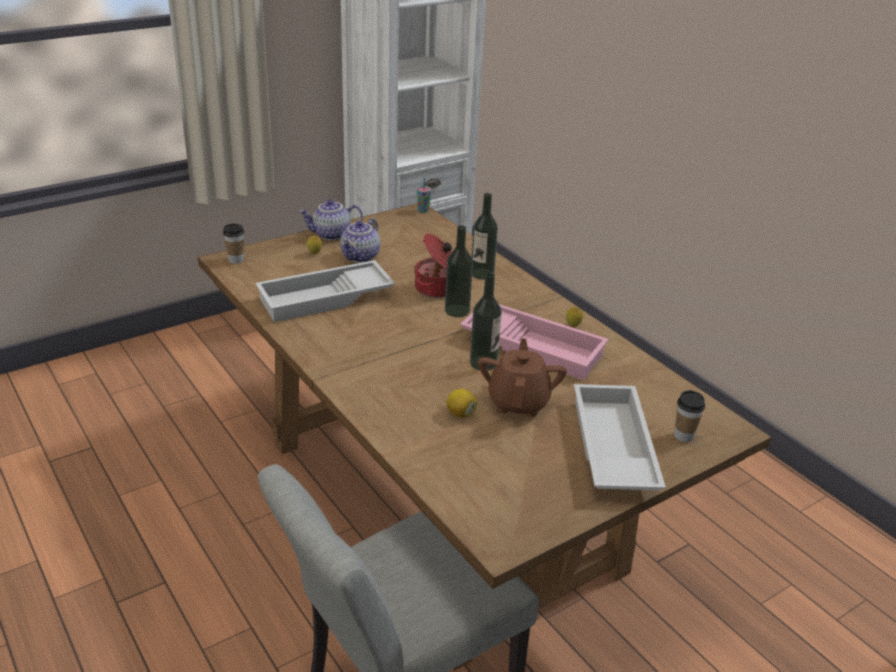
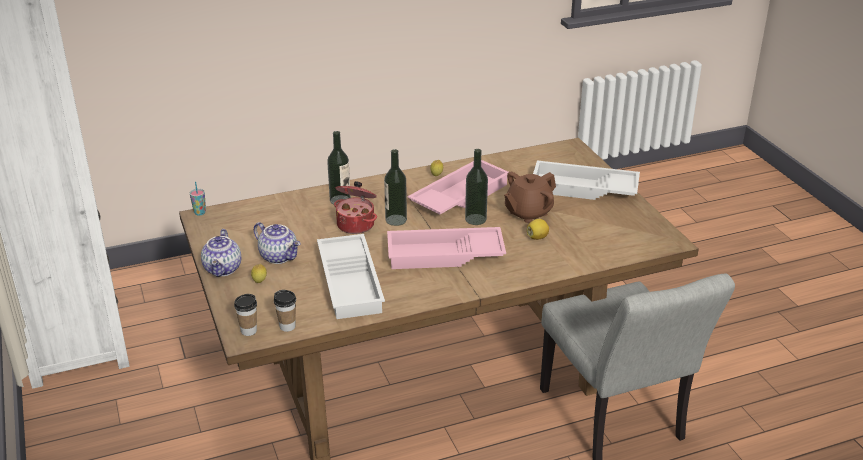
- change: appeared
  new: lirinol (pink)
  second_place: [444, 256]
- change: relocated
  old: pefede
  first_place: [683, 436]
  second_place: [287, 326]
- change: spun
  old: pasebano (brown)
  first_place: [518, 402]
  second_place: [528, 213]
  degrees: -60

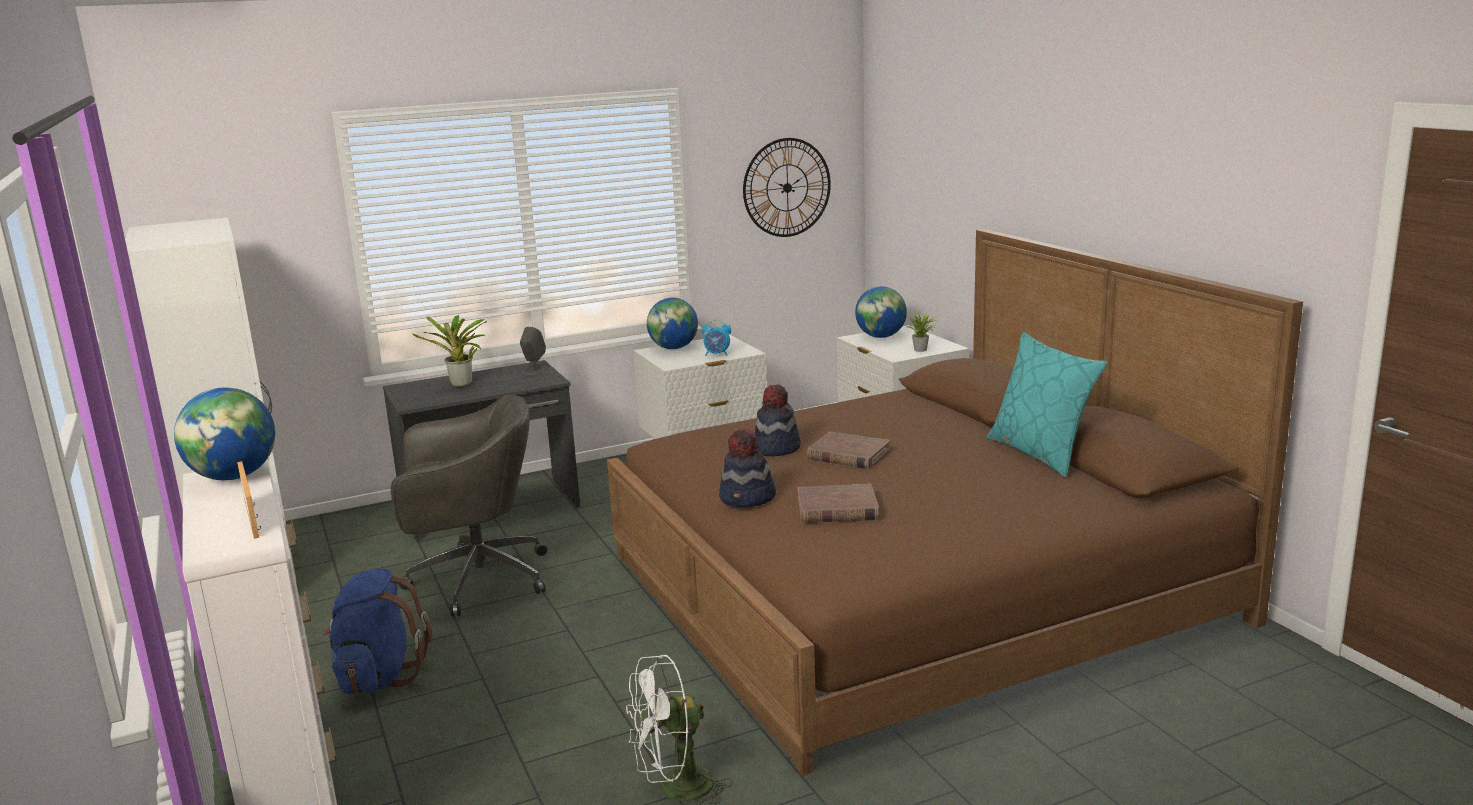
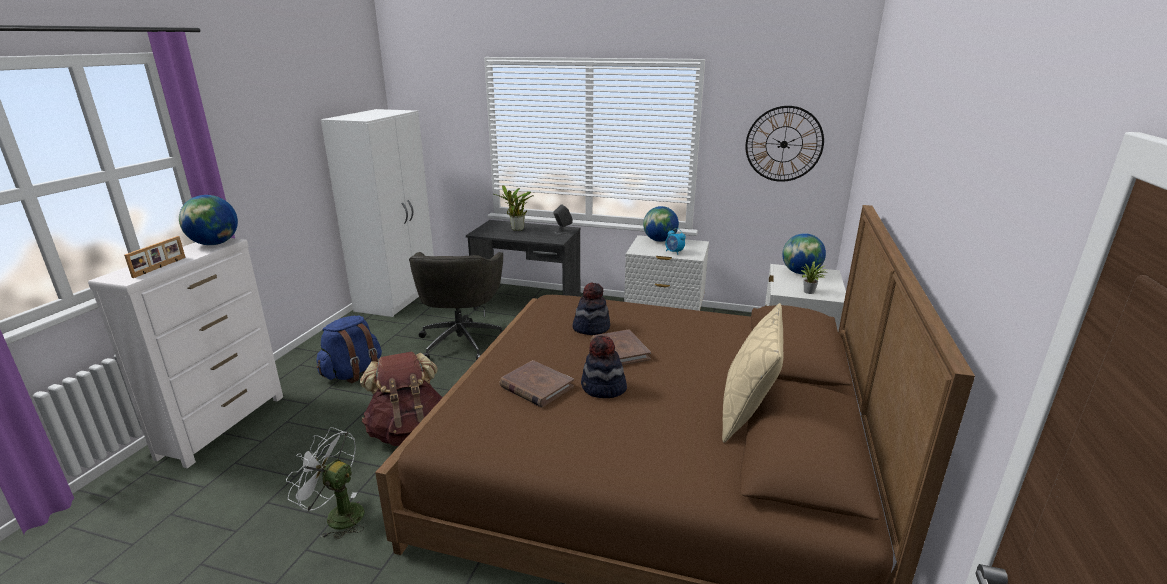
- change: appeared
  new: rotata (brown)
  second_place: [408, 431]
- change: relocated
  old: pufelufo
  first_place: [748, 498]
  second_place: [603, 388]
- change: colour
  old: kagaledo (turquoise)
  new: kagaledo (beige)
  first_place: [1041, 453]
  second_place: [747, 412]
- change: spun
  old: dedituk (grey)
  first_place: [475, 580]
  second_place: [461, 341]
  degrees: 60

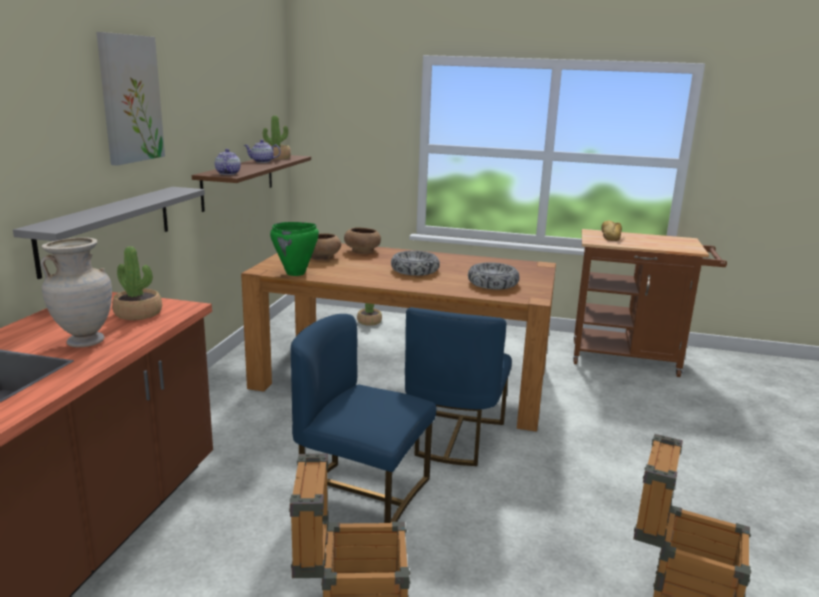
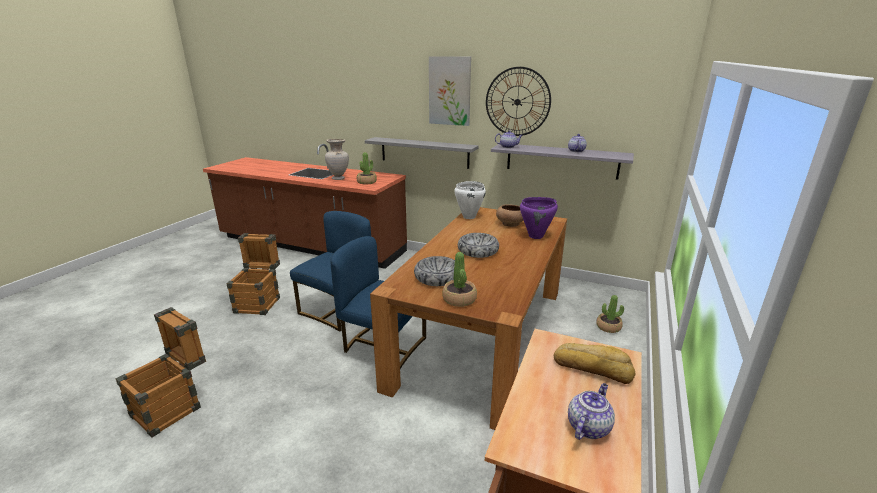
- change: appeared
  new: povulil
  second_place: [517, 102]
- change: appeared
  new: pasebano
  second_place: [588, 426]
- change: relocated
  old: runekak
  first_place: [277, 158]
  second_place: [459, 299]
- change: exchanged
  old: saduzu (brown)
  new: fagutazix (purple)
  first_place: [362, 251]
  second_place: [536, 236]
- change: colour
  old: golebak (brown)
  new: golebak (grey)
  first_place: [238, 180]
  second_place: [561, 161]
- change: colour
  old: fagutazix (green)
  new: fagutazix (white)
  first_place: [295, 273]
  second_place: [468, 217]

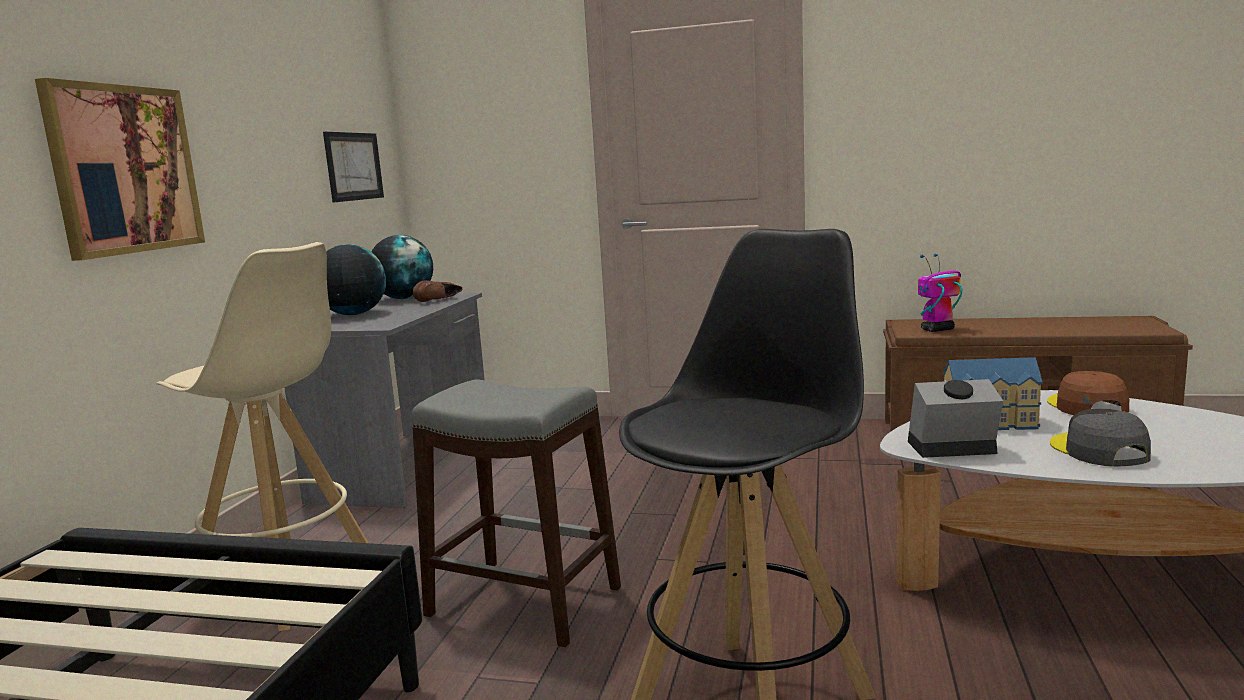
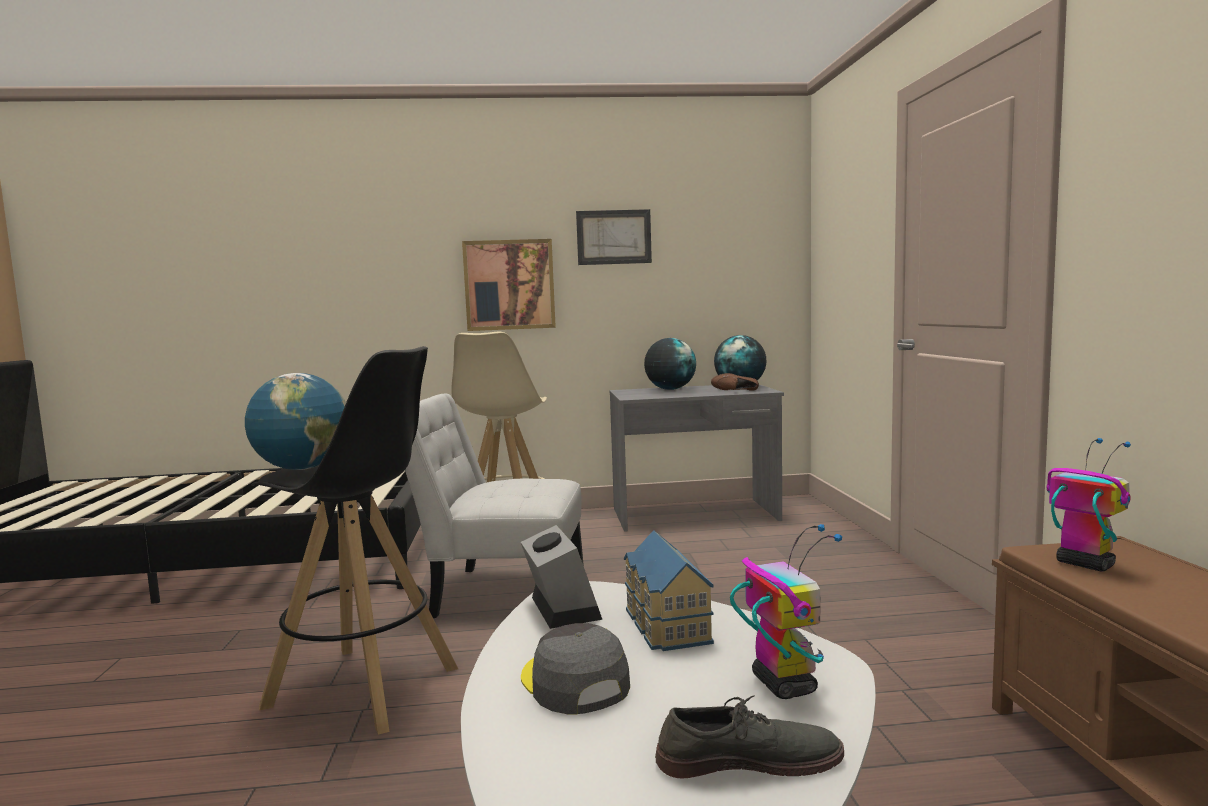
- change: appeared
  new: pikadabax
  second_place: [303, 468]
- change: appeared
  new: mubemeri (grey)
  second_place: [748, 759]
- change: relocated
  old: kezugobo
  first_place: [353, 166]
  second_place: [614, 237]
- change: exchanged
  old: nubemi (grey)
  new: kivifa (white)
  first_place: [524, 602]
  second_place: [501, 592]
- change: exchanged
  old: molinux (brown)
  new: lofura
  first_place: [1086, 406]
  second_place: [783, 684]
- change: spun
  old: molinux (grey)
  first_place: [1098, 451]
  second_place: [574, 682]
  degrees: -90

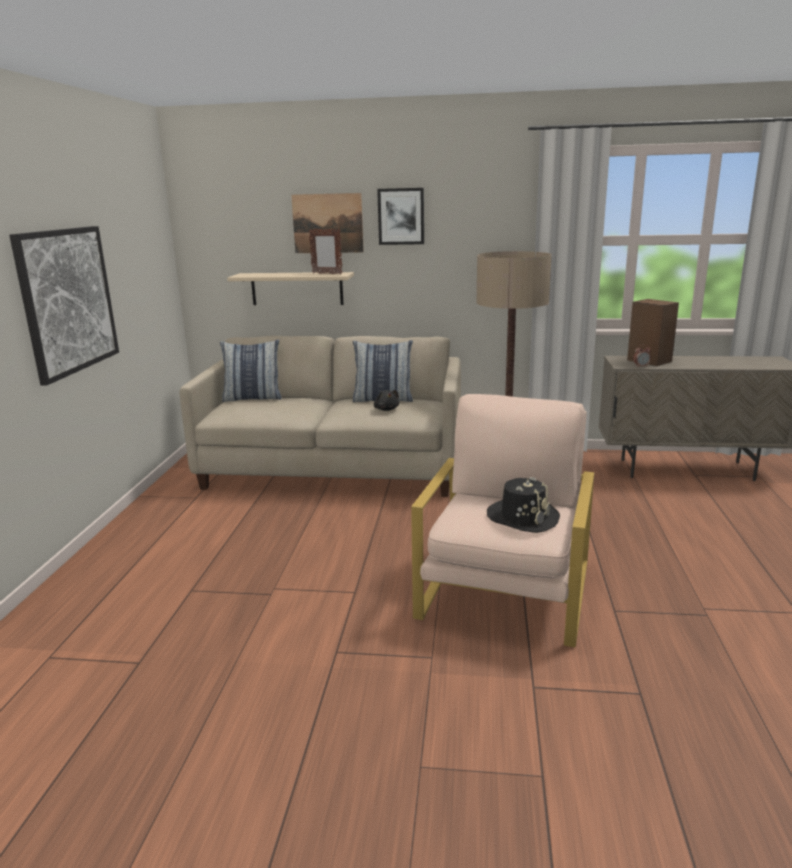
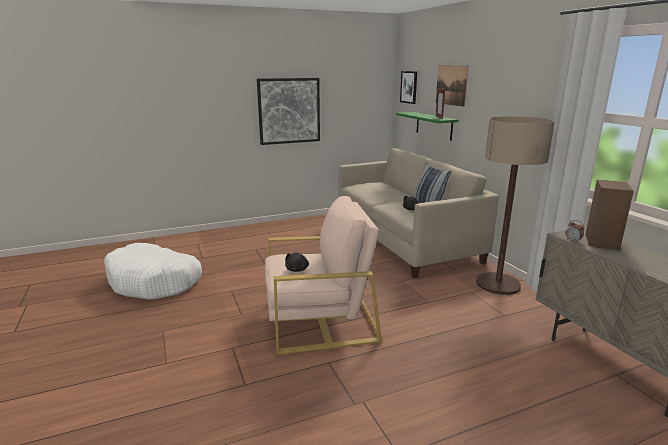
- change: missing
  old: kagaledo
  first_place: [253, 398]
- change: appeared
  new: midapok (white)
  second_place: [154, 282]
- change: relocated
  old: kezugobo
  first_place: [401, 216]
  second_place: [409, 87]
- change: exchanged
  old: pufelufo (black)
  new: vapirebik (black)
  first_place: [522, 517]
  second_place: [297, 269]
- change: colour
  old: golebak (beige)
  new: golebak (green)
  first_place: [297, 288]
  second_place: [434, 125]

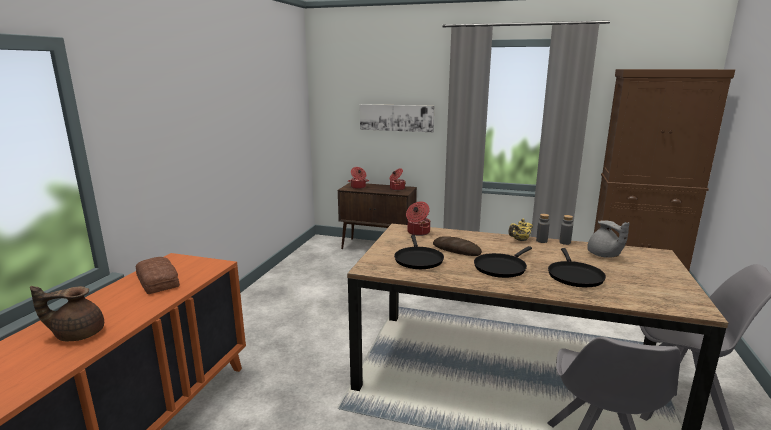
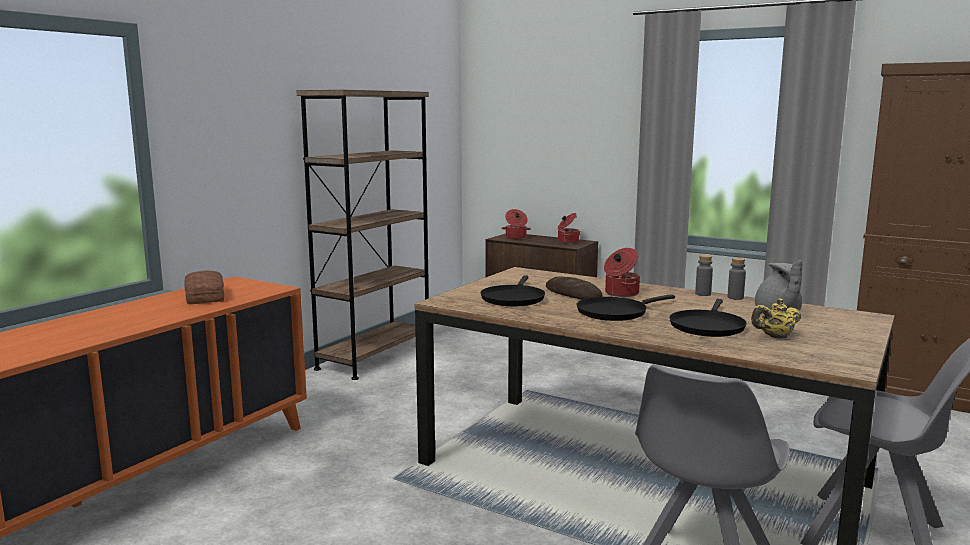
- change: missing
  old: pasebano (brown)
  first_place: [78, 334]
- change: missing
  old: kezugobo
  first_place: [396, 117]
- change: appeared
  new: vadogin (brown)
  second_place: [375, 356]
- change: relocated
  old: fagutazix
  first_place: [418, 232]
  second_place: [620, 293]
- change: relocated
  old: pasebano (yellow)
  first_place: [520, 240]
  second_place: [775, 337]

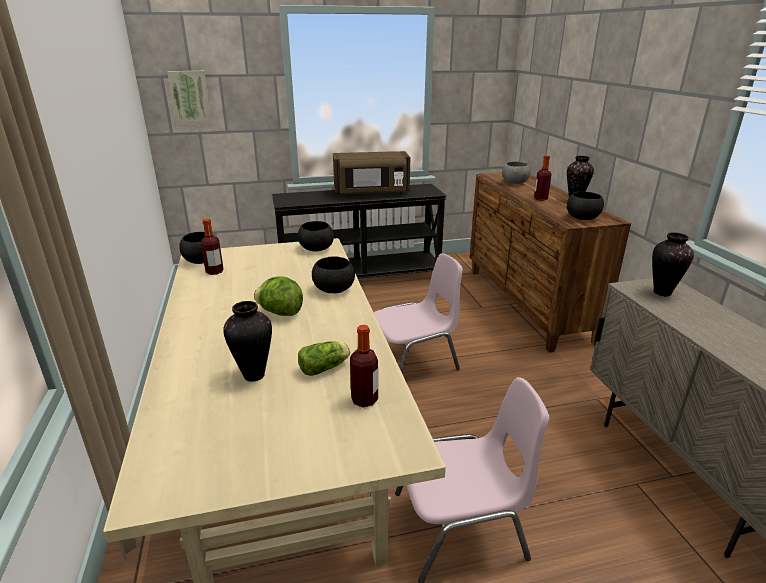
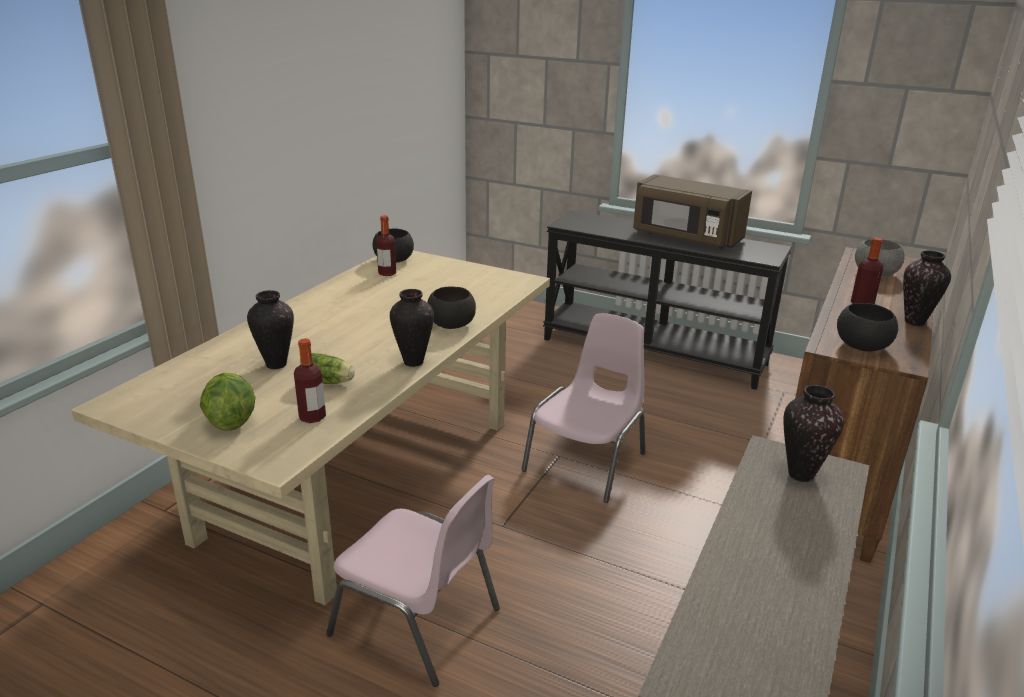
- change: missing
  old: kezugobo
  first_place: [190, 98]
- change: missing
  old: saduzu (black)
  first_place: [316, 248]
- change: appeared
  new: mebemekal
  second_place: [412, 362]
- change: relocated
  old: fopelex
  first_place: [280, 313]
  second_place: [230, 421]
- change: spun
  old: kivifa (pink)
  first_place: [414, 361]
  second_place: [587, 462]
  degrees: -75

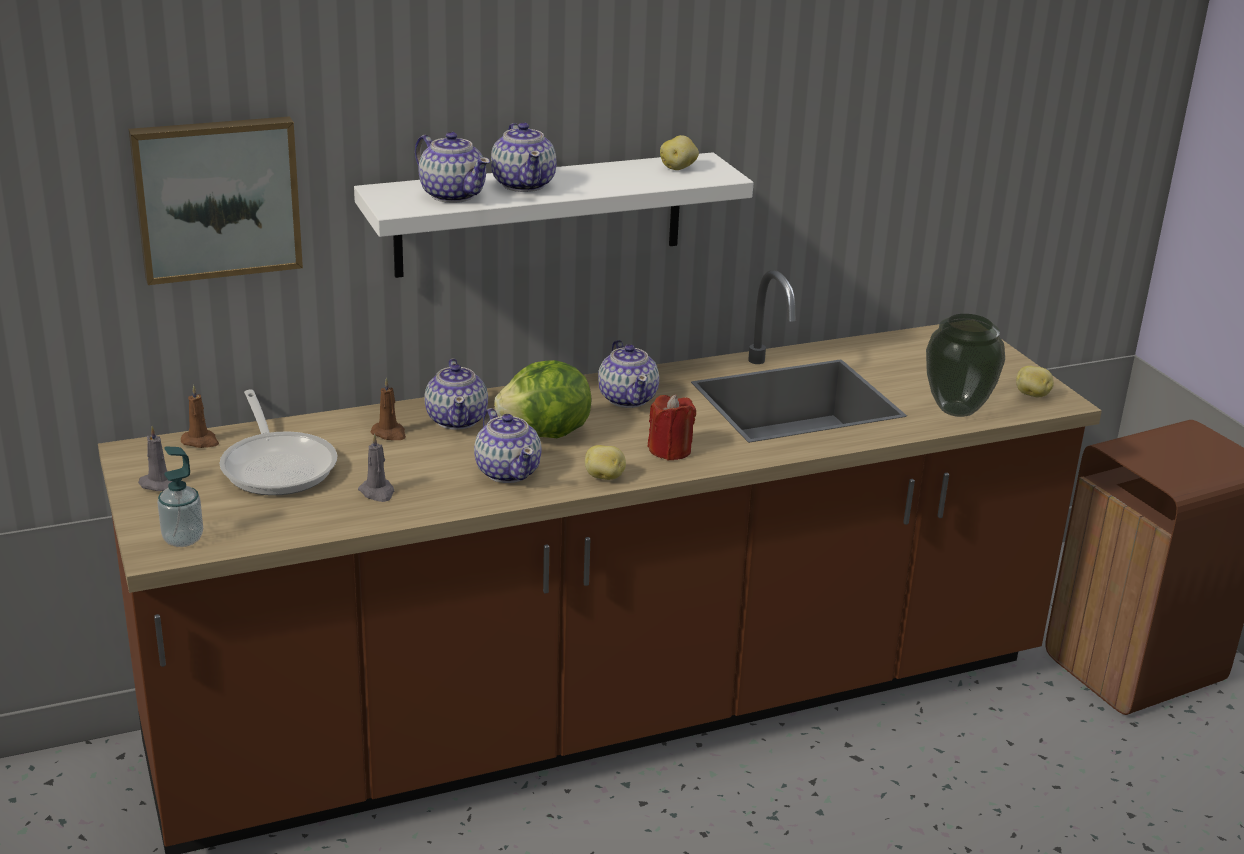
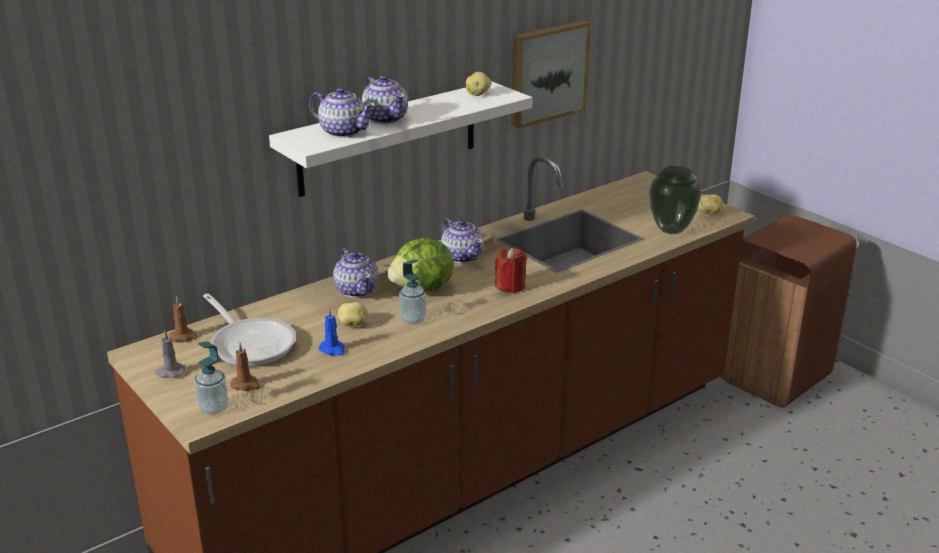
- change: relocated
  old: kezugobo
  first_place: [217, 197]
  second_place: [547, 72]
- change: relocated
  old: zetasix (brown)
  first_place: [389, 433]
  second_place: [246, 385]
- change: relocated
  old: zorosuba
  first_place: [604, 477]
  second_place: [353, 324]
- change: exchanged
  old: pasebano
  new: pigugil
  first_place: [508, 471]
  second_place: [413, 319]
- change: colour
  old: zetasix (grey)
  new: zetasix (blue)
  first_place: [377, 492]
  second_place: [333, 350]

